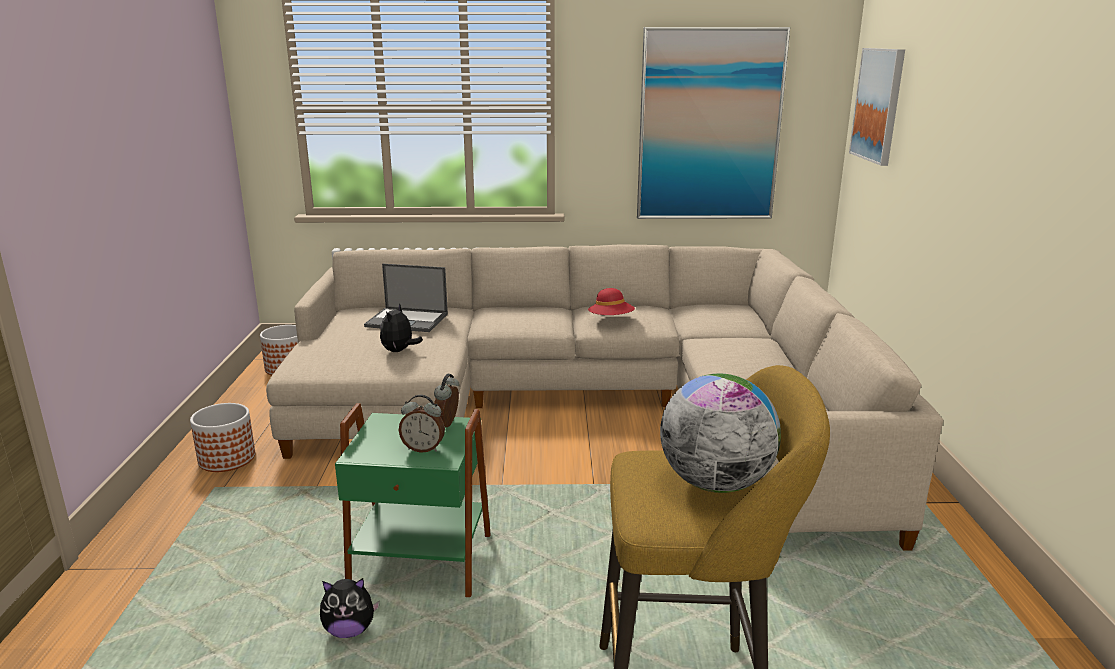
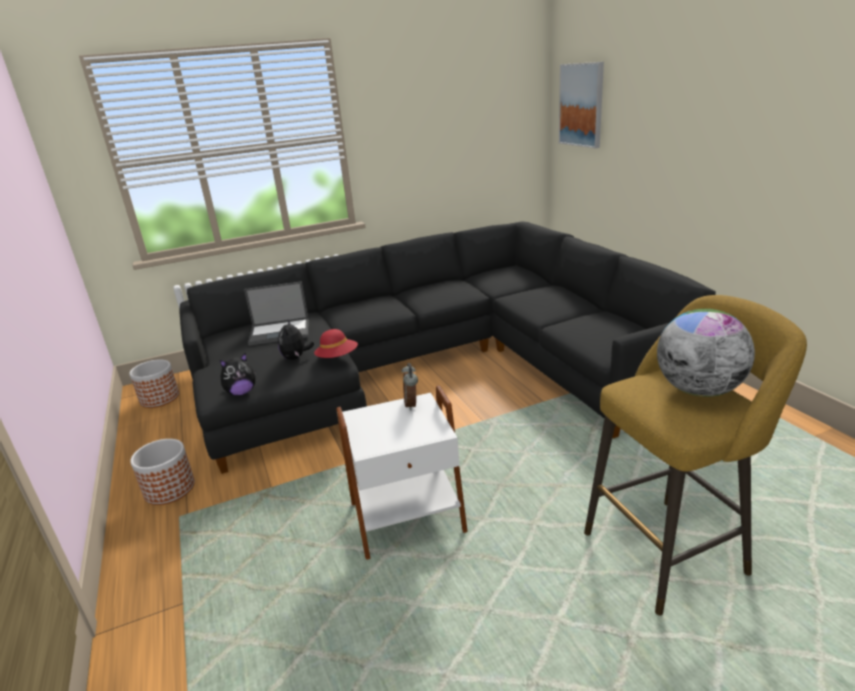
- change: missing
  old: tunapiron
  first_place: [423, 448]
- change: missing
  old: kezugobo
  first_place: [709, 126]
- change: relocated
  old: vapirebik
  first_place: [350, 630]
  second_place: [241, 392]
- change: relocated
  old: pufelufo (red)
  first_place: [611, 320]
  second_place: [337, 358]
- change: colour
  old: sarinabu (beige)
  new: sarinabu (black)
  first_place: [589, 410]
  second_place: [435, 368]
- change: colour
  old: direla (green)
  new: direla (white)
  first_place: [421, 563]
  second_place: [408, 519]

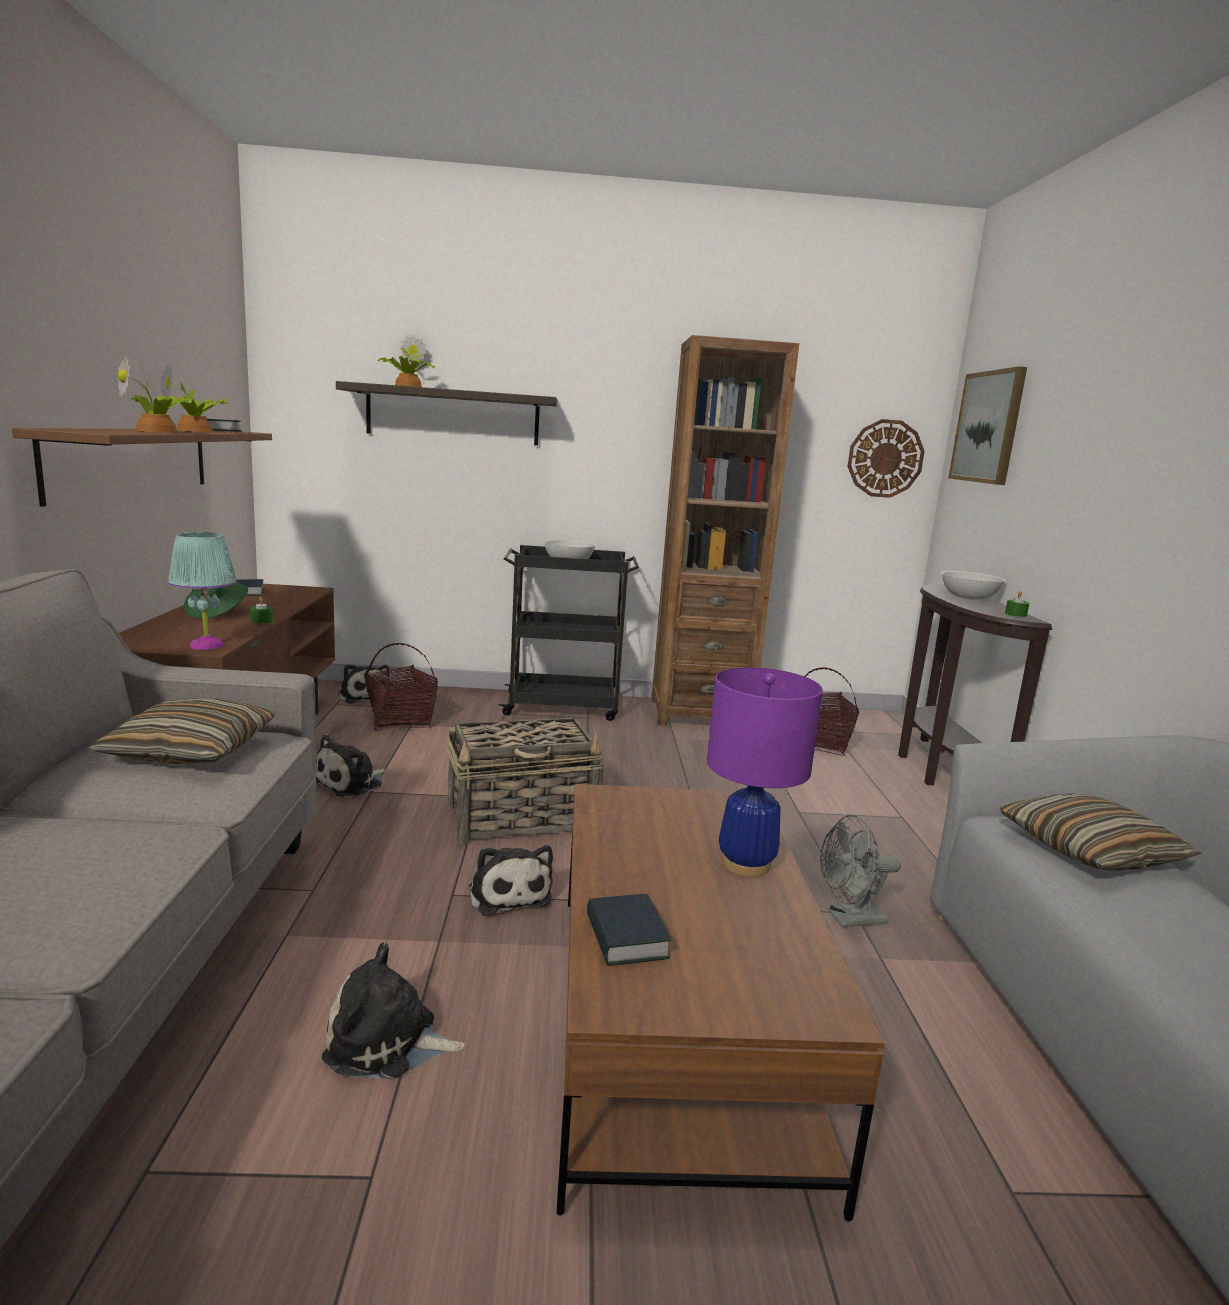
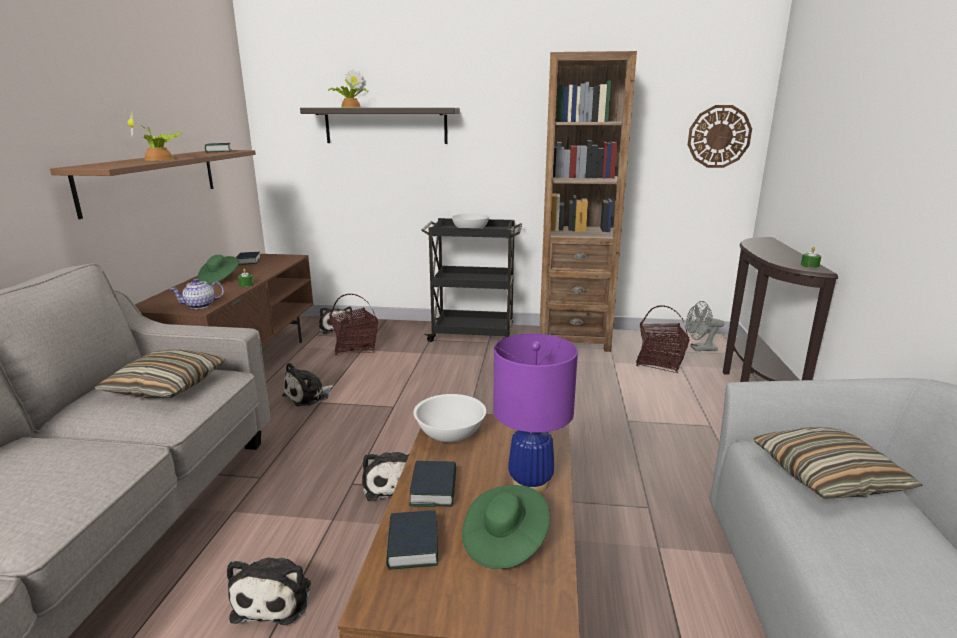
- change: missing
  old: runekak
  first_place: [196, 431]
- change: missing
  old: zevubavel
  first_place: [522, 819]
- change: missing
  old: kezugobo
  first_place: [988, 427]
- change: appeared
  new: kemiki
  second_place: [434, 489]
- change: appeared
  new: pufelufo (green)
  second_place: [504, 542]
- change: relocated
  old: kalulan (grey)
  first_place: [849, 919]
  second_place: [699, 349]
- change: relocated
  old: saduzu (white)
  first_place: [969, 597]
  second_place: [451, 434]
- change: exchanged
  old: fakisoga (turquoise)
  new: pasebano
  first_place: [207, 645]
  second_place: [200, 306]
- change: spun
  old: vapirebik
  first_place: [387, 1043]
  second_place: [275, 597]
  degrees: -105

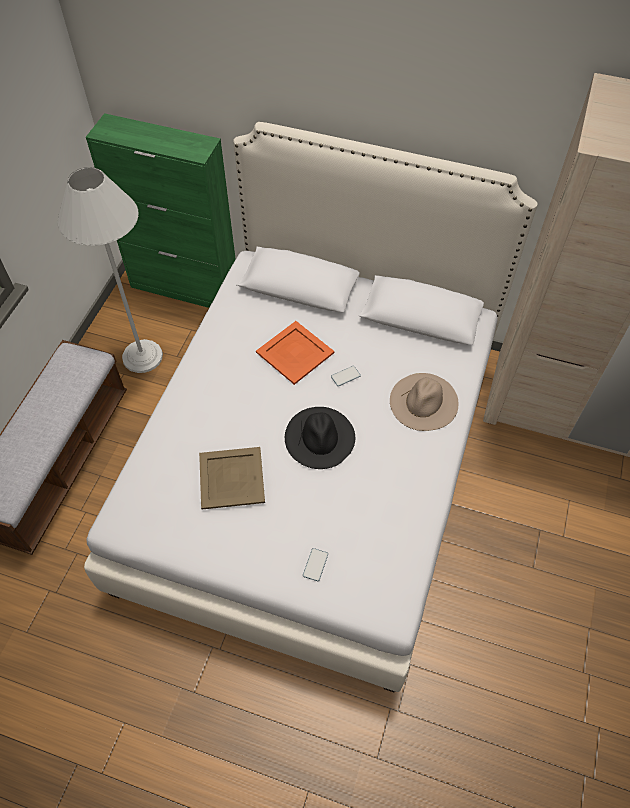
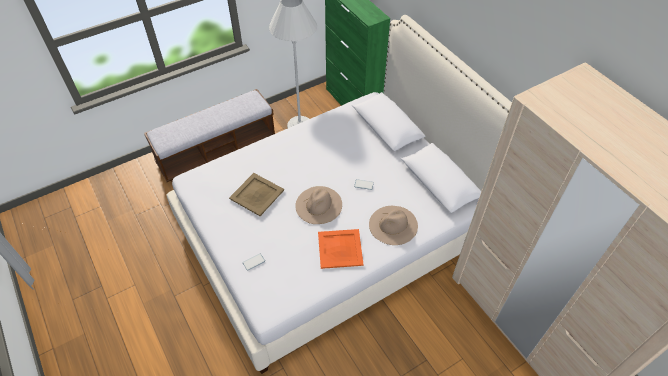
- change: relocated
  old: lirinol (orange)
  first_place: [294, 352]
  second_place: [339, 248]
- change: colour
  old: pufelufo (black)
  new: pufelufo (beige)
  first_place: [320, 437]
  second_place: [319, 205]

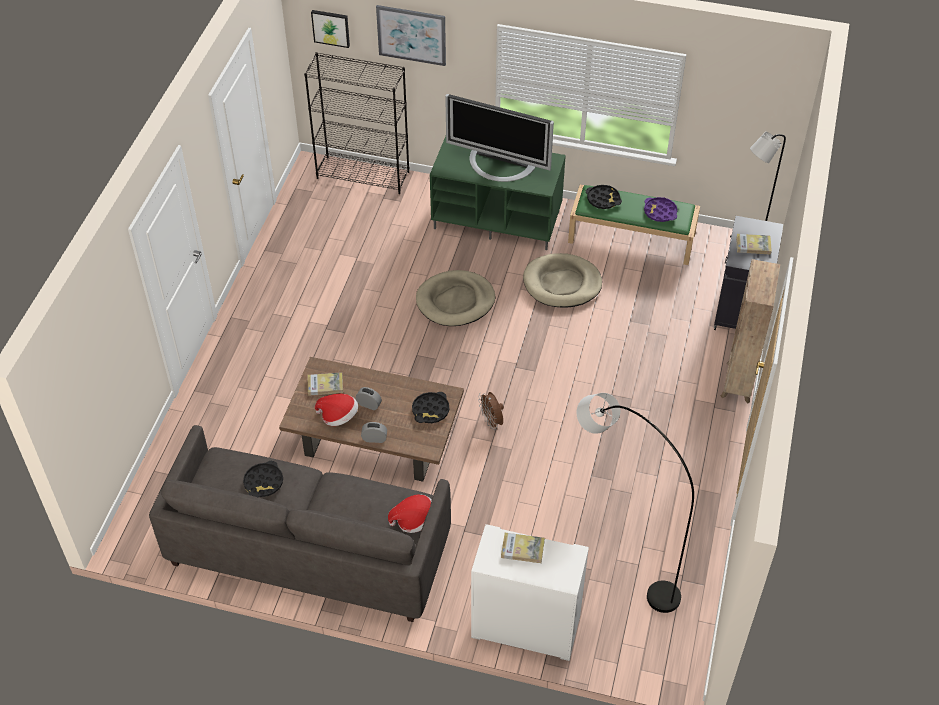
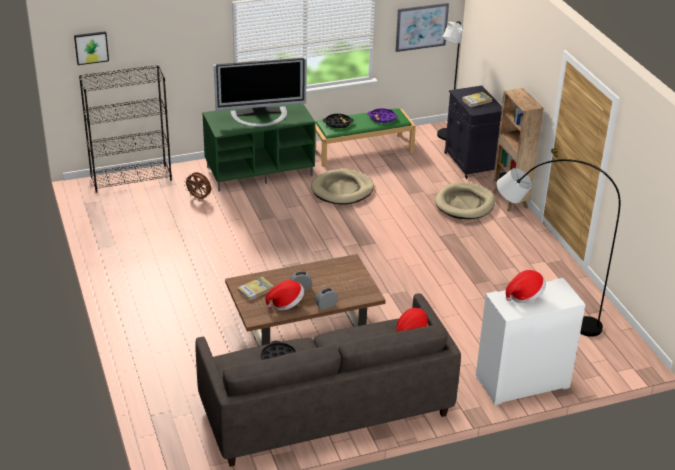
- change: missing
  old: lirinol (black)
  first_place: [430, 410]
- change: relocated
  old: kezugobo
  first_place: [411, 35]
  second_place: [421, 27]
- change: relocated
  old: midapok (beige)
  first_place: [455, 301]
  second_place: [465, 204]
- change: relocated
  old: kalulan (brown)
  first_place: [492, 421]
  second_place: [199, 198]
- change: exchanged
  old: kemiki
  new: pufelufo
  first_place: [522, 549]
  second_place: [524, 295]

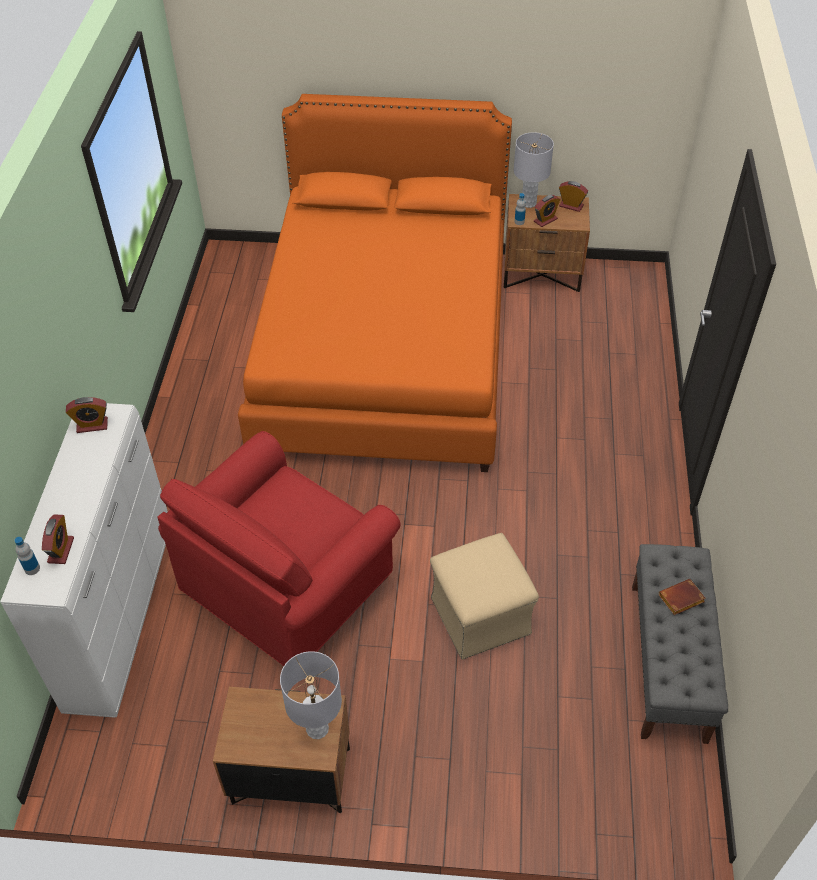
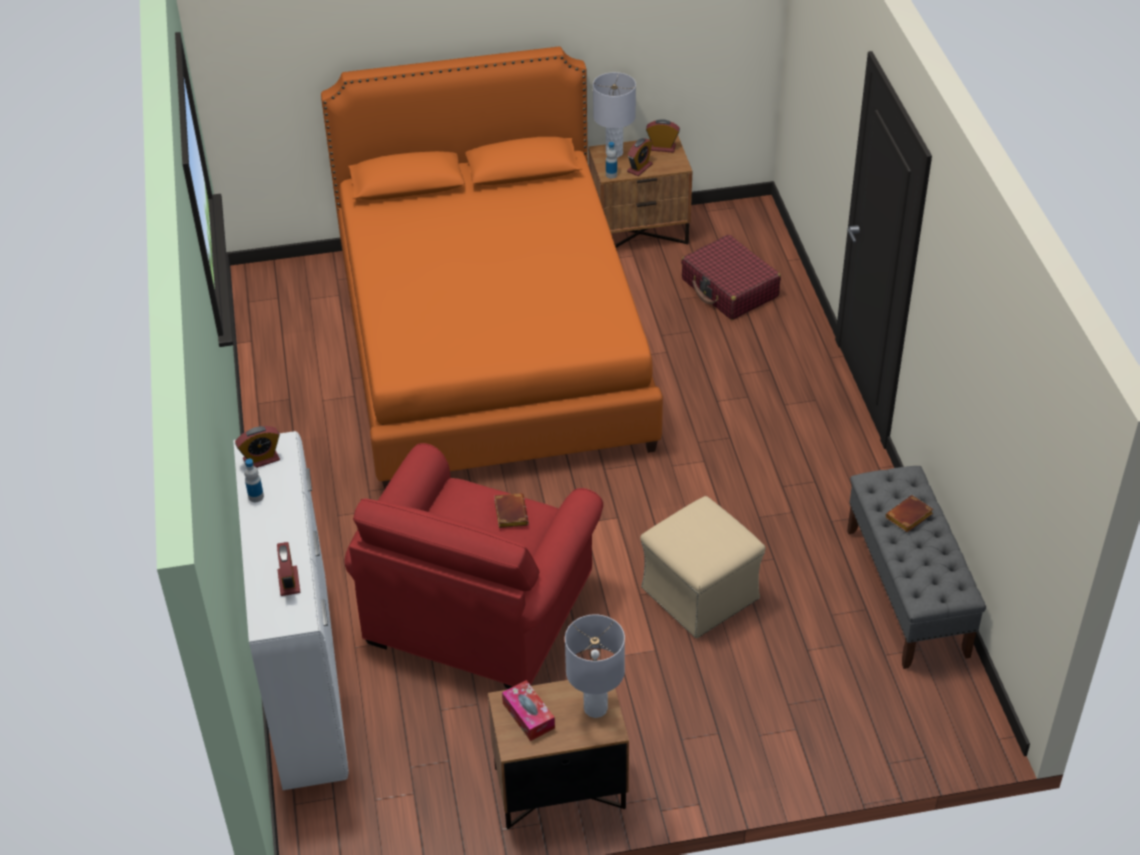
- change: appeared
  new: kemiki (brown)
  second_place: [509, 513]
- change: appeared
  new: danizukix
  second_place: [528, 715]
- change: appeared
  new: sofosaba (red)
  second_place: [729, 288]
- change: relocated
  old: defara
  first_place: [32, 568]
  second_place: [256, 496]

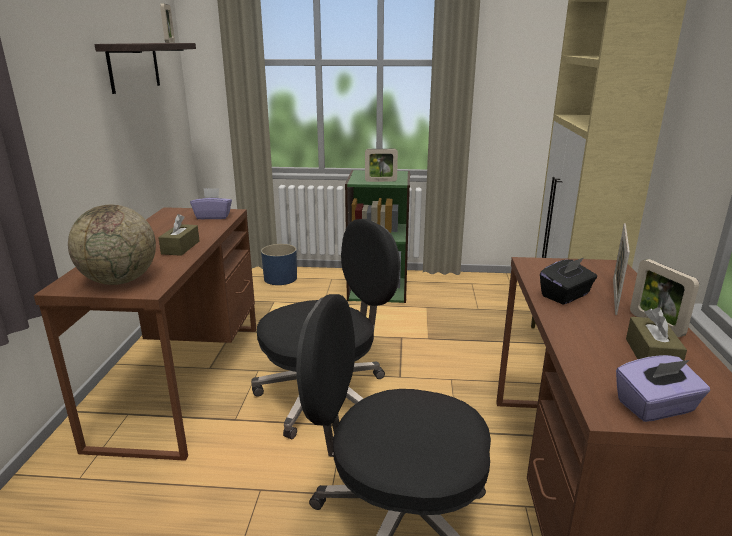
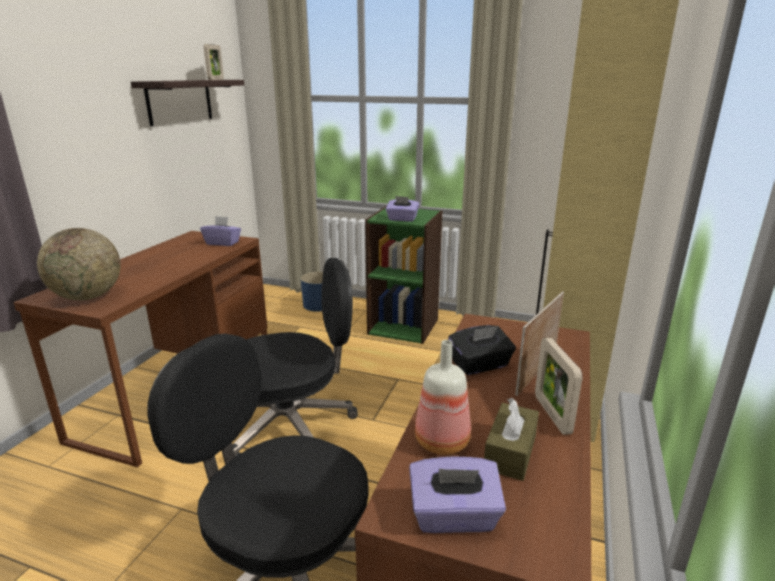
- change: missing
  old: danizukix (brown)
  first_place: [180, 247]
- change: appeared
  new: defara
  second_place: [441, 440]
- change: exchanged
  old: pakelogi
  new: danizukix (purple)
  first_place: [380, 181]
  second_place: [402, 219]

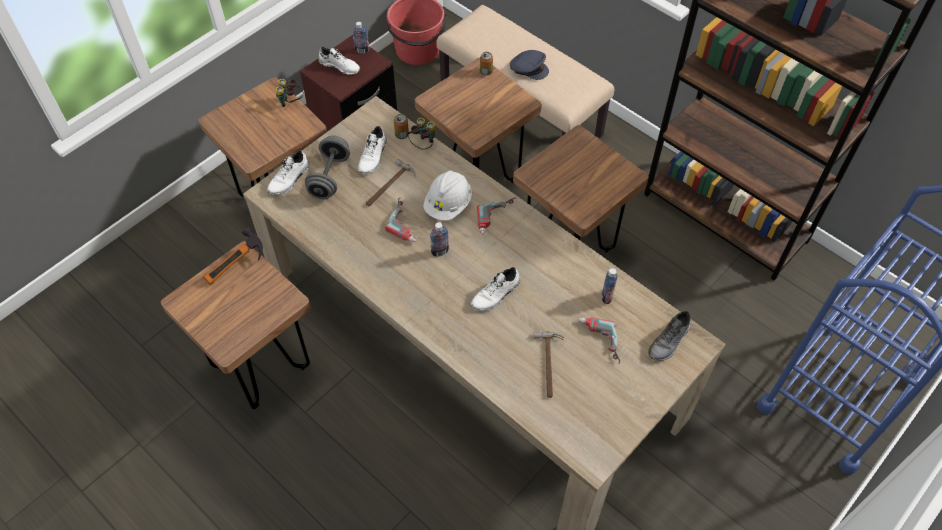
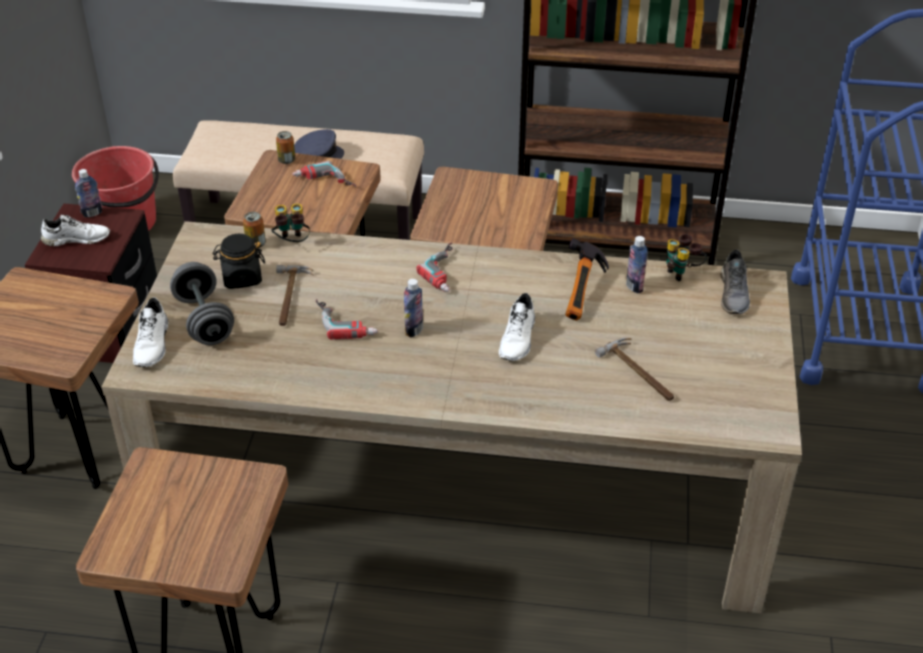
- change: missing
  old: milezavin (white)
  first_place: [448, 205]
- change: relocated
  old: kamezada
  first_place: [237, 268]
  second_place: [585, 294]
- change: relocated
  old: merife
  first_place: [291, 103]
  second_place: [682, 272]
- change: relocated
  old: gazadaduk
  first_place: [598, 342]
  second_place: [324, 183]
- change: exchanged
  old: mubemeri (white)
  new: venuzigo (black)
  first_place: [373, 157]
  second_place: [241, 278]

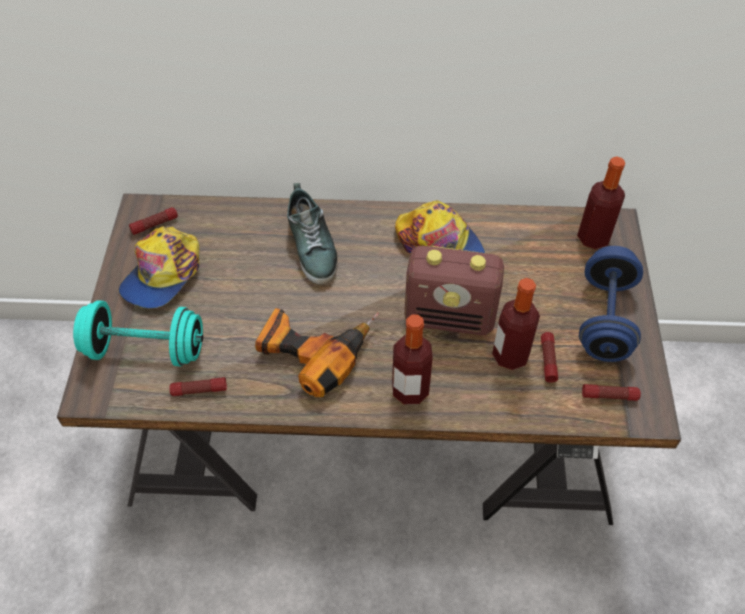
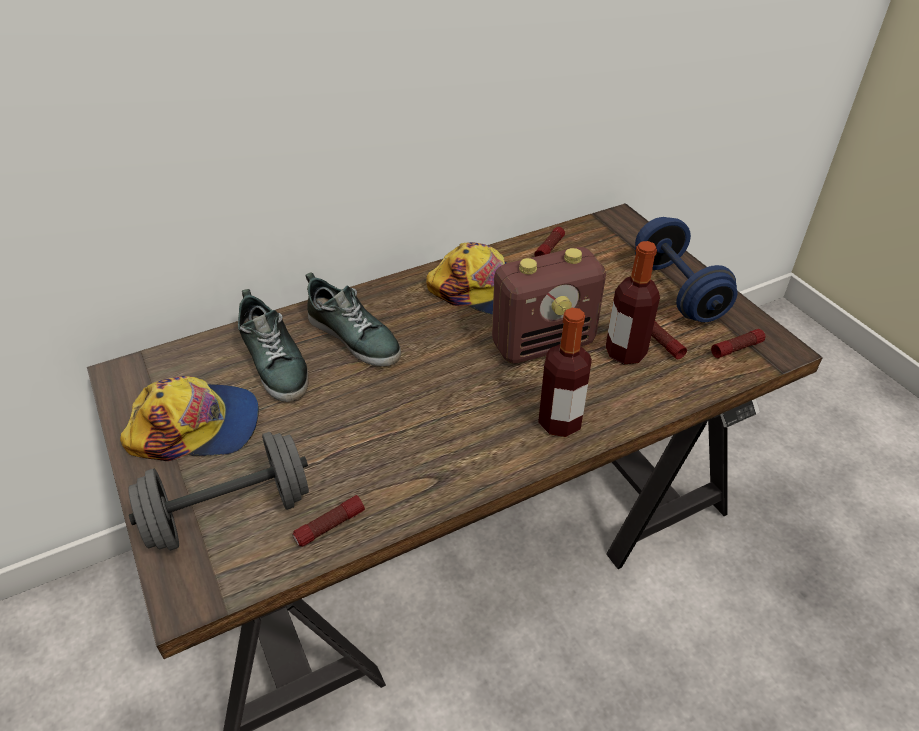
- change: missing
  old: gazadaduk
  first_place: [314, 348]
- change: missing
  old: defara
  first_place: [593, 238]
- change: appeared
  new: mubemeri
  second_place: [276, 362]
- change: relocated
  old: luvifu
  first_place: [154, 224]
  second_place: [549, 248]
- change: colour
  old: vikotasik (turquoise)
  new: vikotasik (grey)
  first_place: [145, 349]
  second_place: [229, 513]
- change: spun
  old: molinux
  first_place: [163, 274]
  second_place: [196, 427]
  degrees: -90

